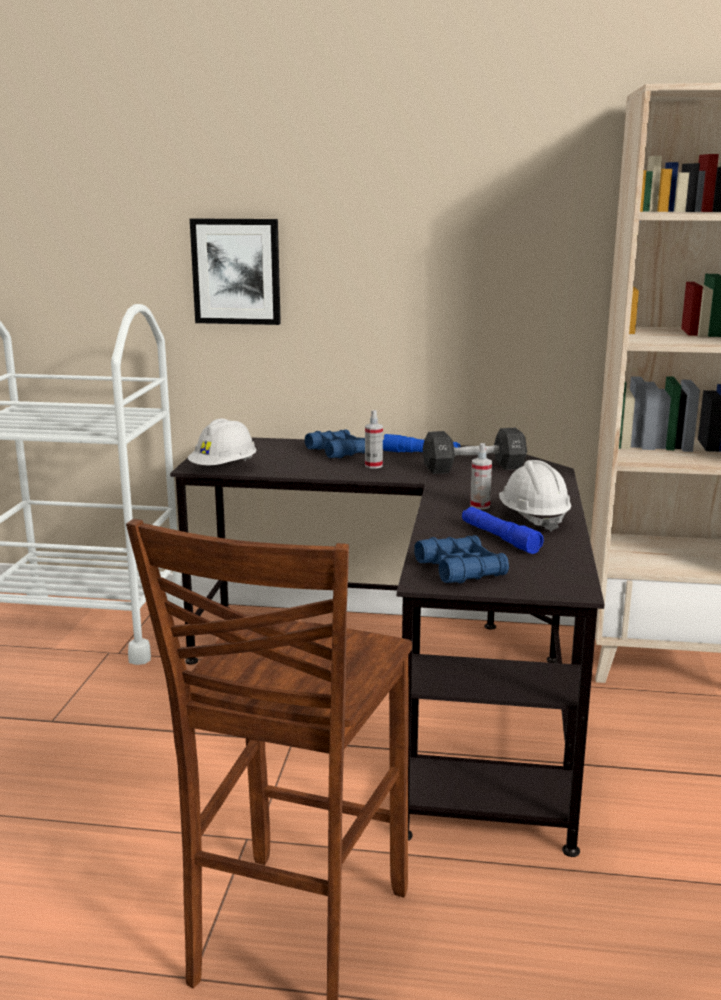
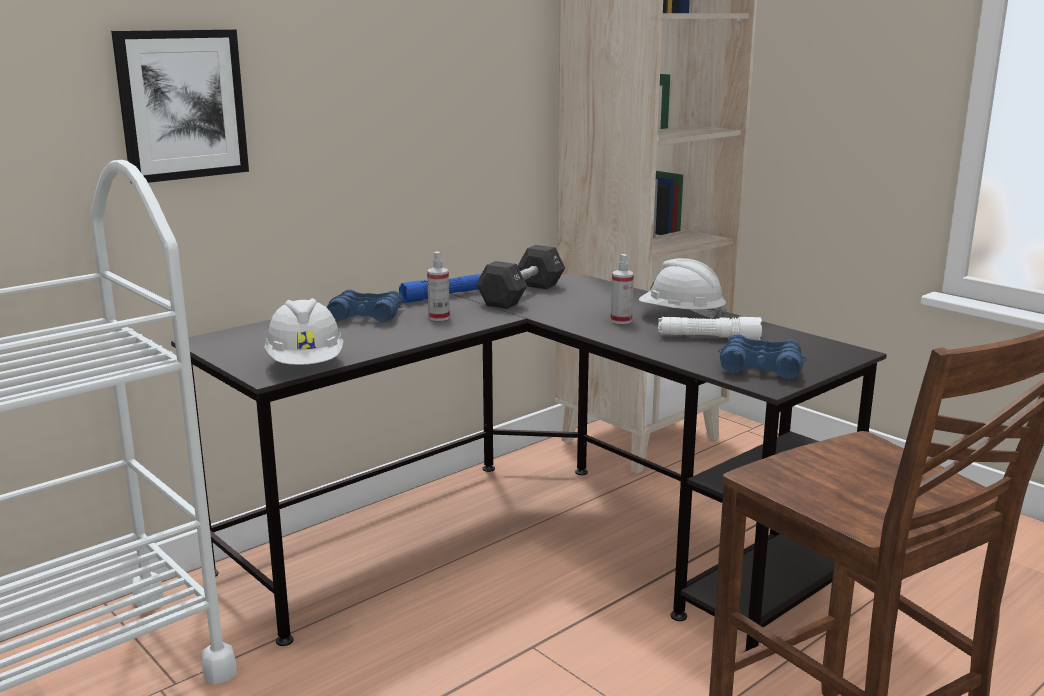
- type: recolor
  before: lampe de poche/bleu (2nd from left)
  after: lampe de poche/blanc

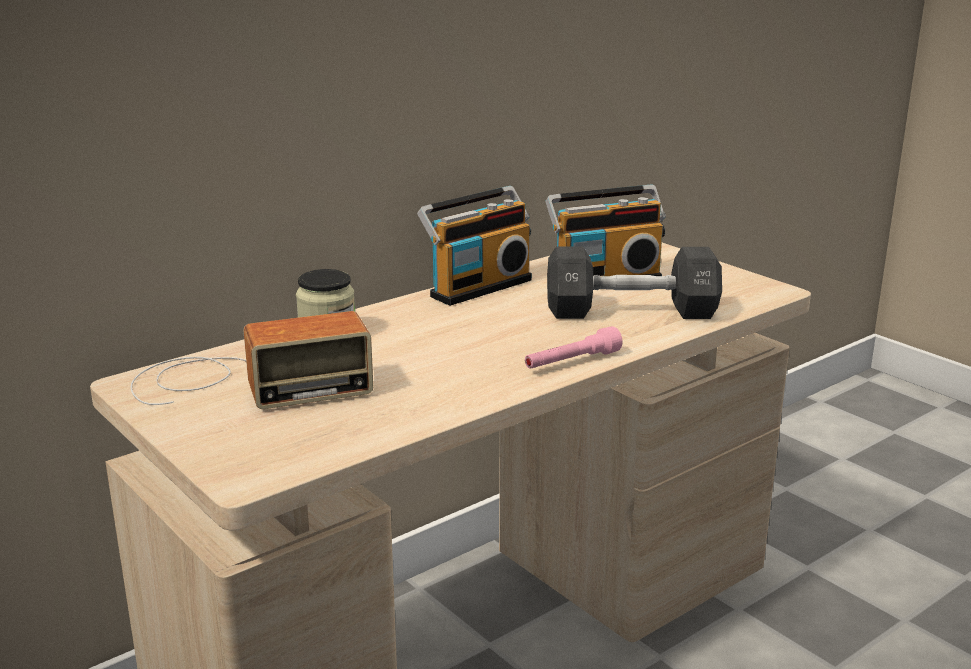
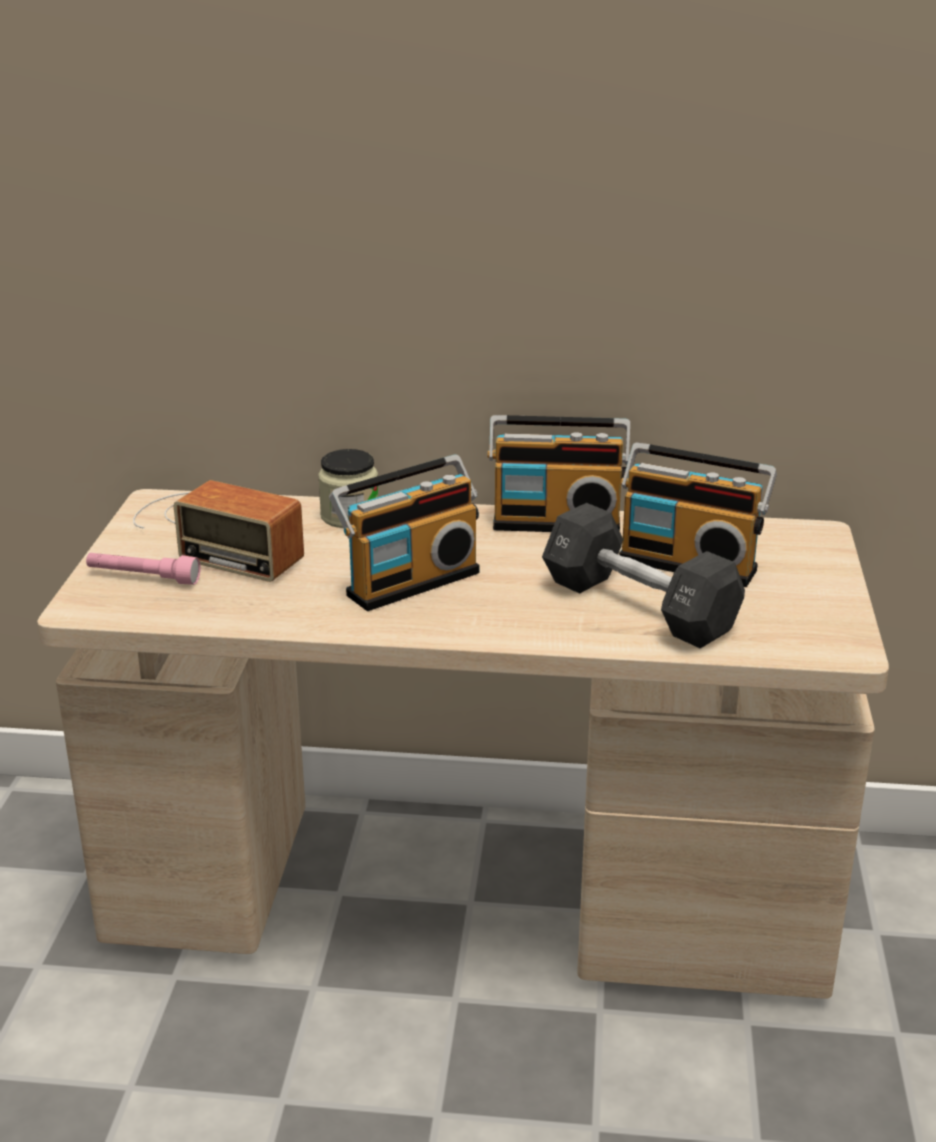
- type: move
  before: lampe de poche/rose
- type: insert
  after: radio (2nd from left)

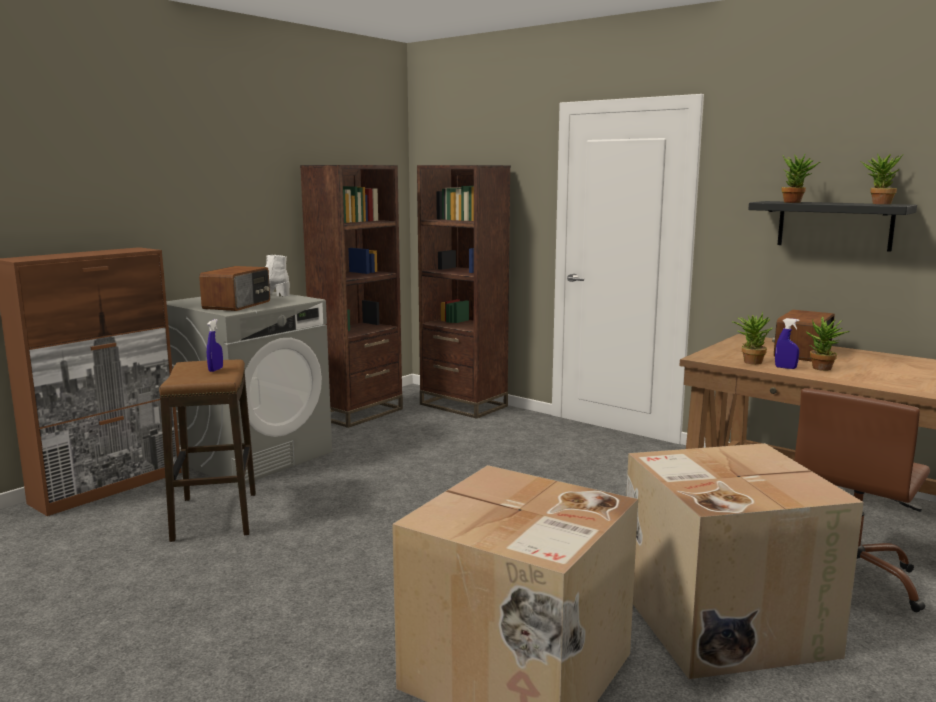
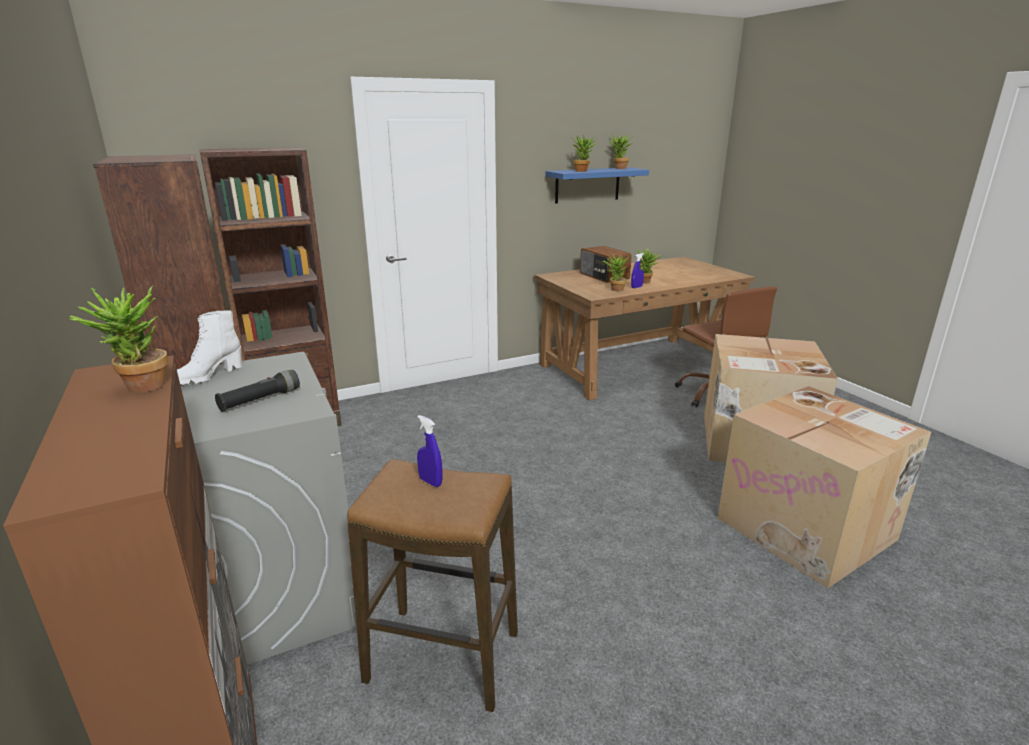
- type: insert
  after: plante en pot (1st from left)
- type: replace
  before: radio (1st from left)
  after: lampe de poche/noir
- type: recolor
  before: étagère/noir
  after: étagère/bleu

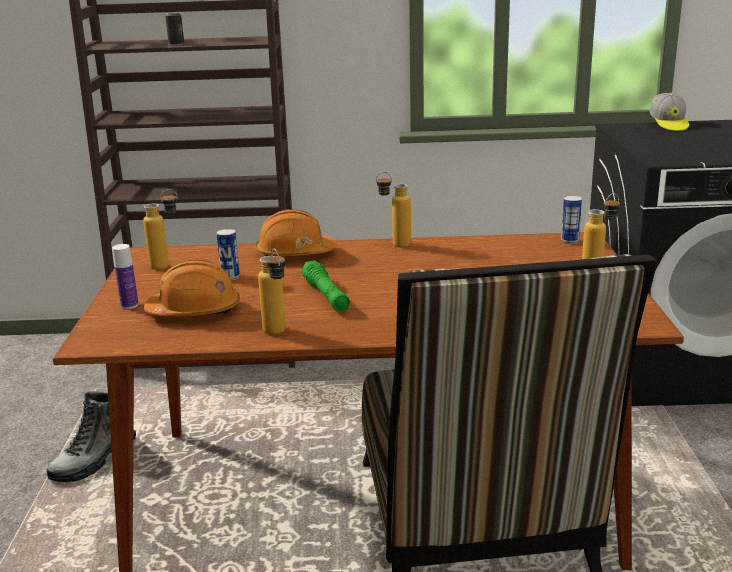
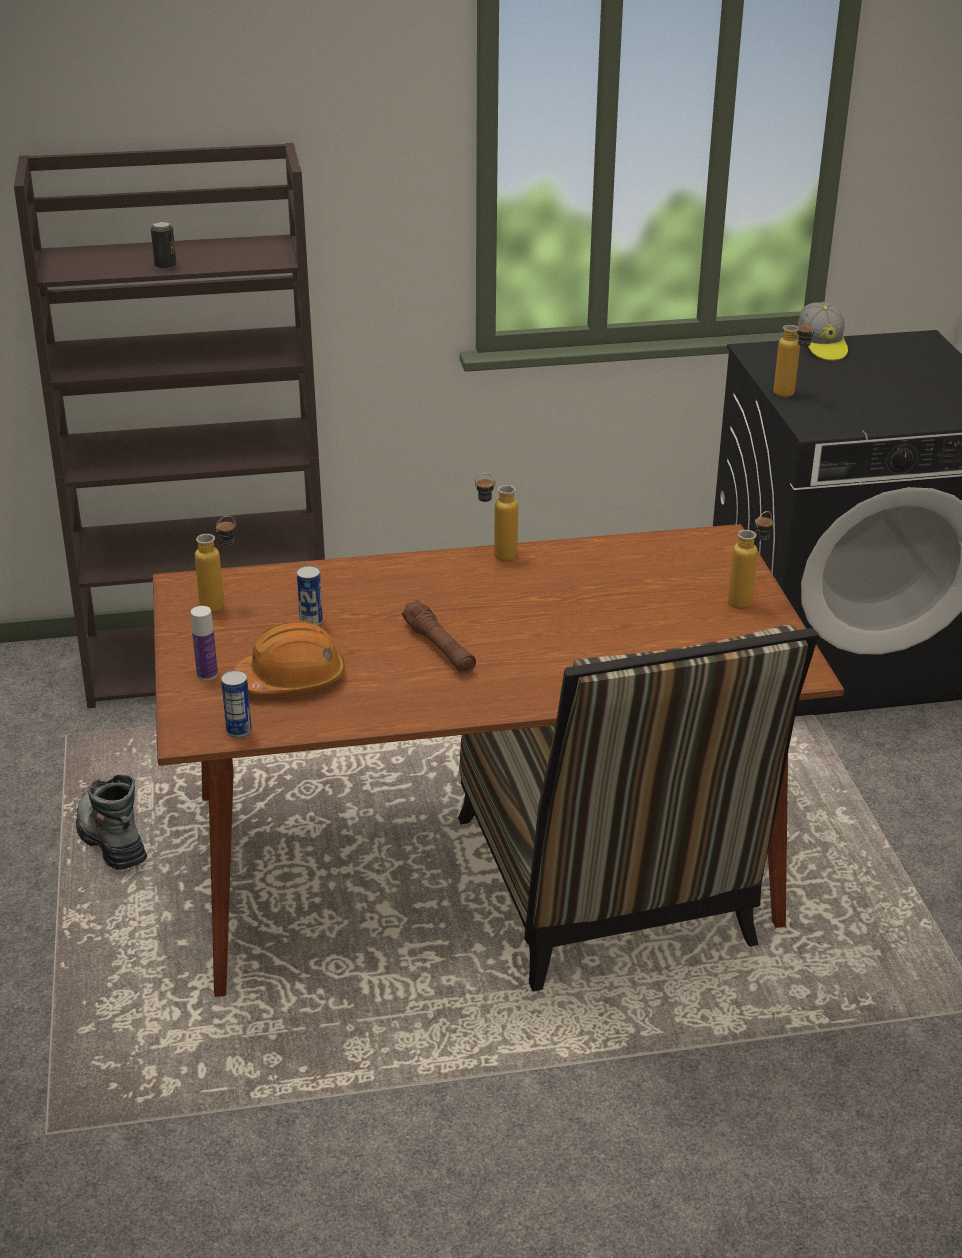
- type: rotate
  before: botte
  turn: 120
- type: move
  before: boîte métallique (3rd from left in the first image)
  after: boîte métallique (2nd from left)
- type: recolor
  before: lampe de poche/vert
  after: lampe de poche/marron
- type: move
  before: bouteille (3rd from left in the first image)
  after: bouteille (5th from left)
- type: delete
  before: casque de chantier/orange (2nd from left)

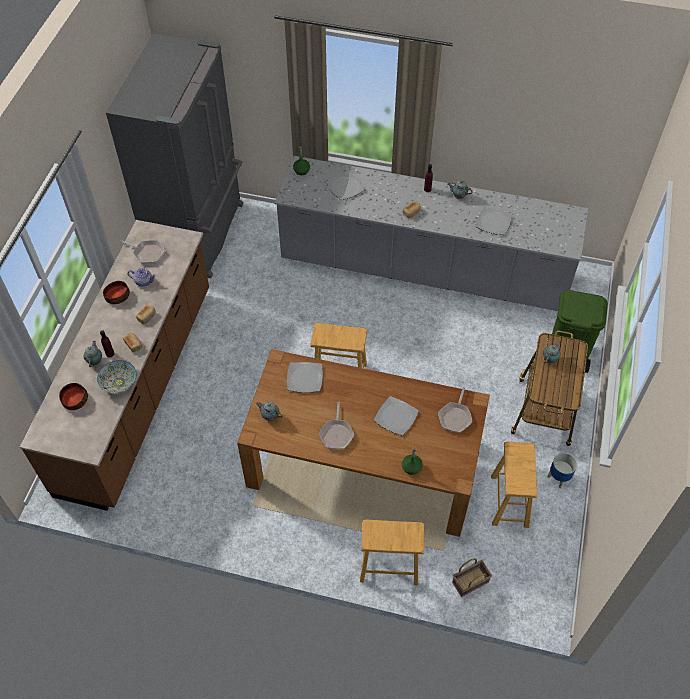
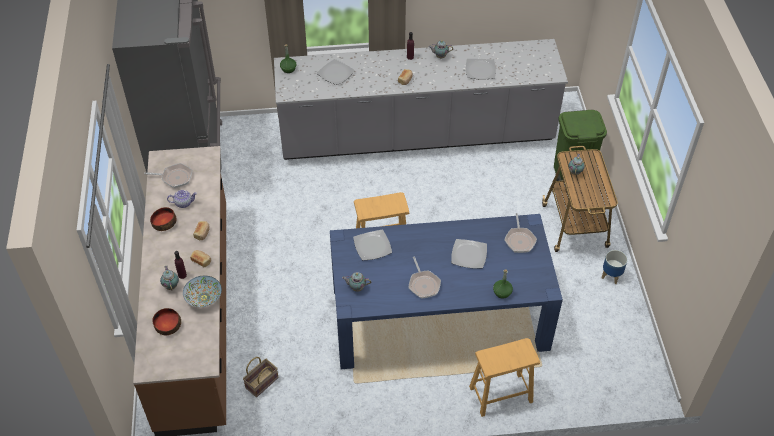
- type: move
  before: panier
- type: recolor
  before: table à manger/marron
  after: table à manger/bleu
- type: delete
  before: tabouret/marron (3rd from left)

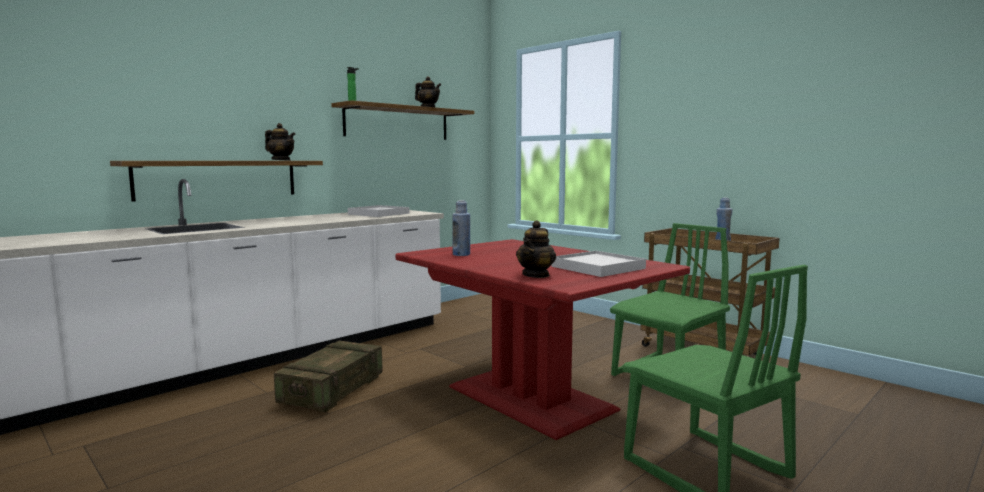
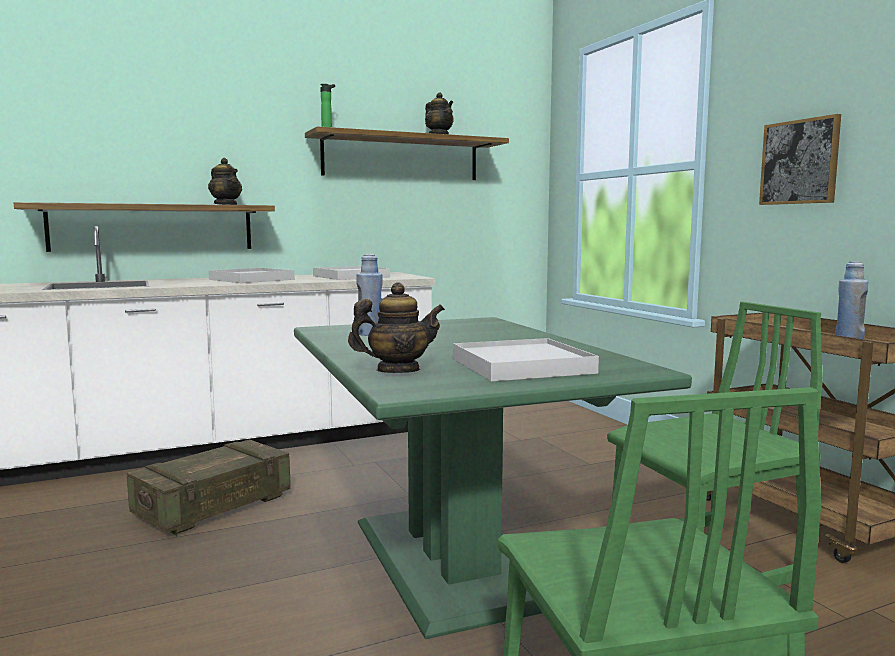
- type: insert
  after: plateau/blanc (1st from left)
- type: recolor
  before: table à manger/rouge
  after: table à manger/vert
- type: rotate
  before: théière (3rd from left in the first image)
  turn: -150
- type: insert
  after: tableau

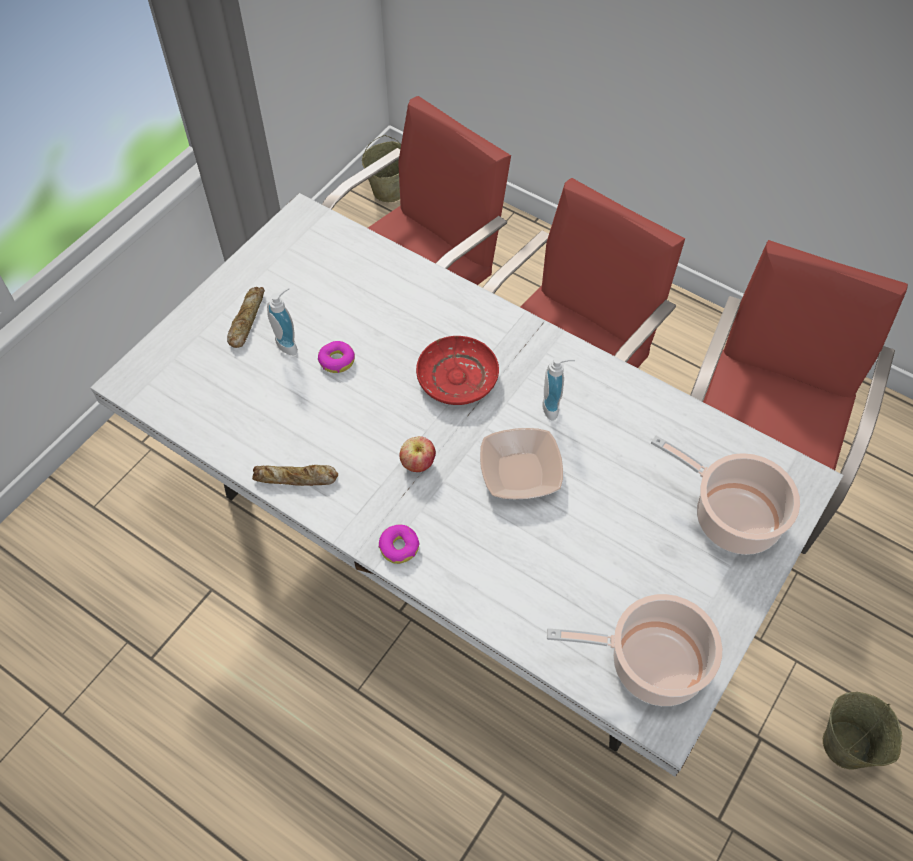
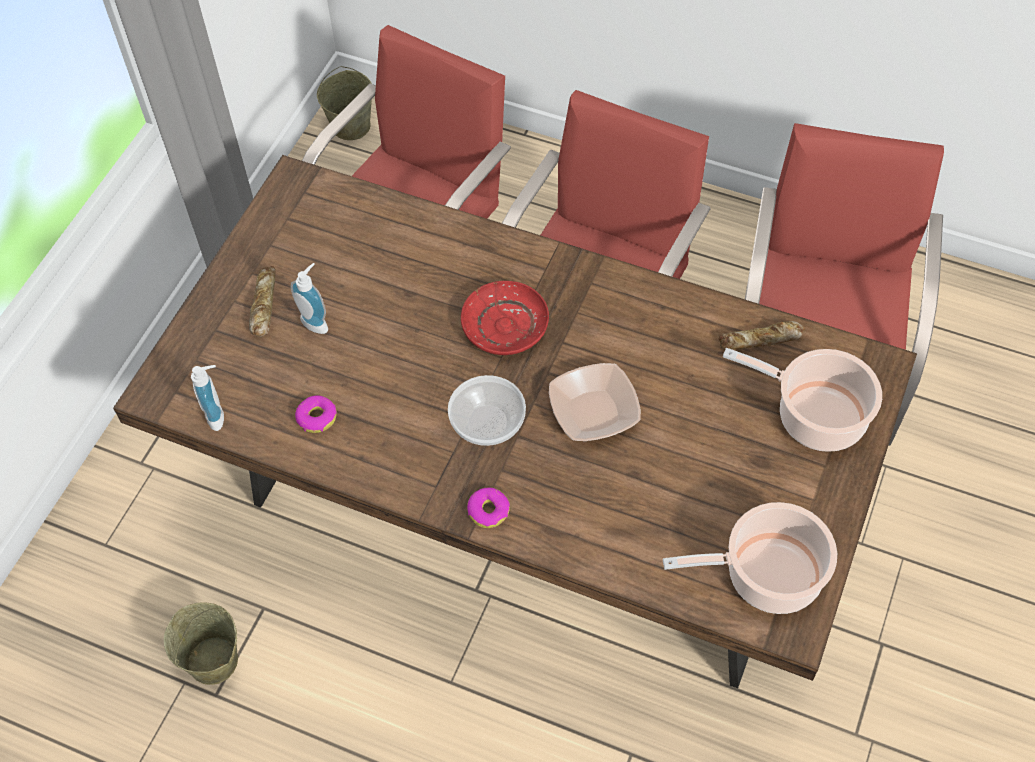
- type: recolor
  before: table à manger/blanc
  after: table à manger/marron
- type: move
  before: seau/beige (2nd from left in the first image)
  after: seau/beige (1st from left)
- type: move
  before: distributeur de savon (2nd from left in the first image)
  after: distributeur de savon (1st from left)
- type: move
  before: beignet (1st from left)
- type: replace
  before: pomme
  after: bol (1st from left)
- type: move
  before: pain (2nd from left)

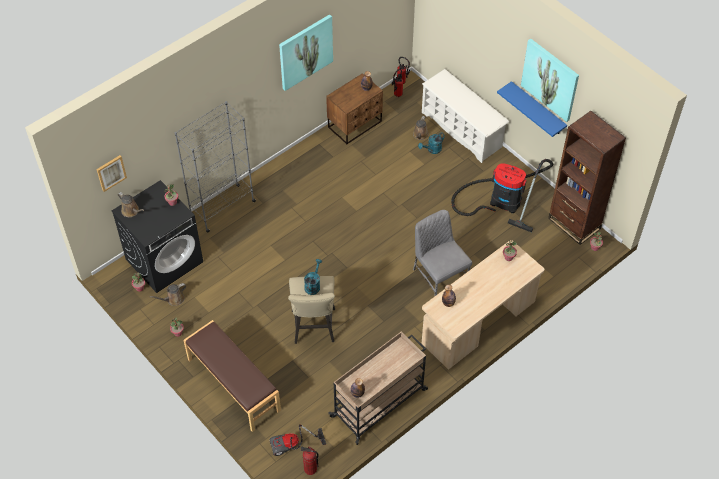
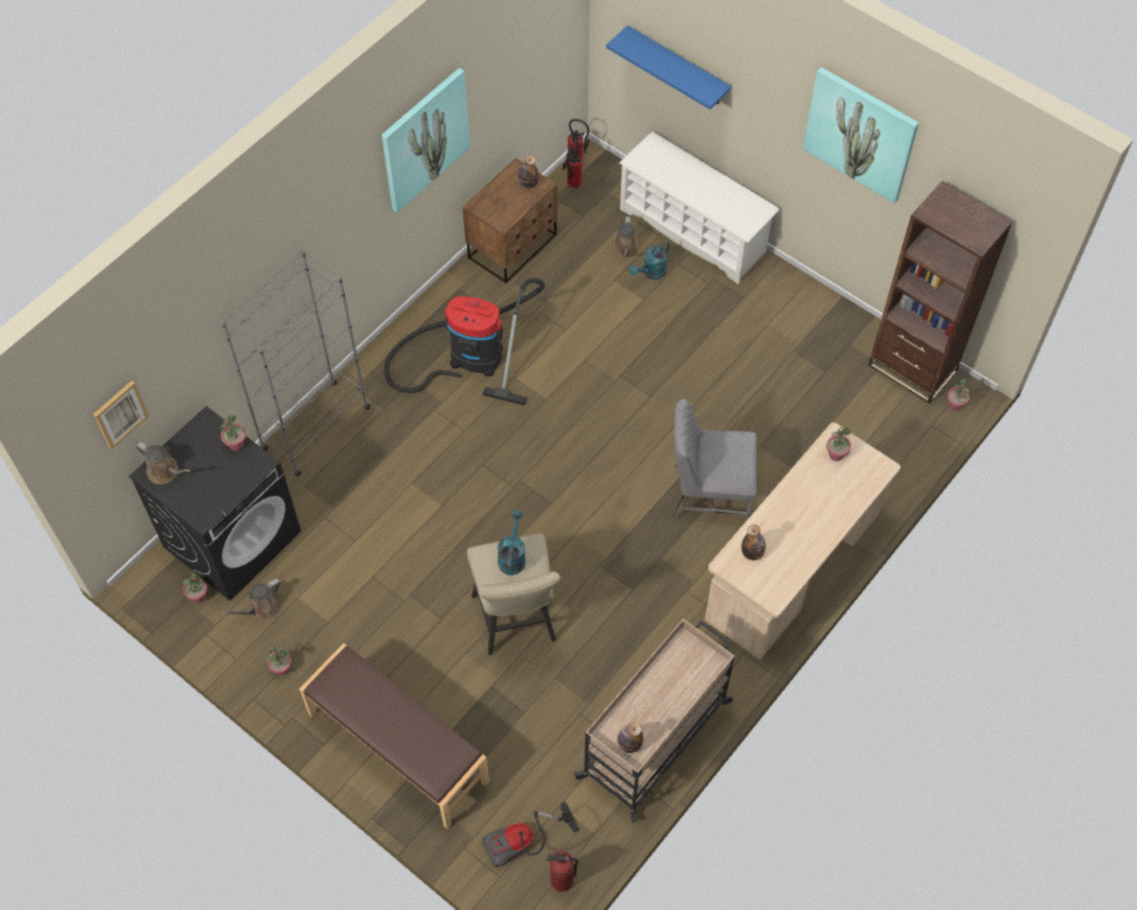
- type: move
  before: aspirateur (2nd from left in the first image)
  after: aspirateur (1st from left)
- type: move
  before: étagère/bleu
- type: rotate
  before: chaise/gris
  turn: -45

